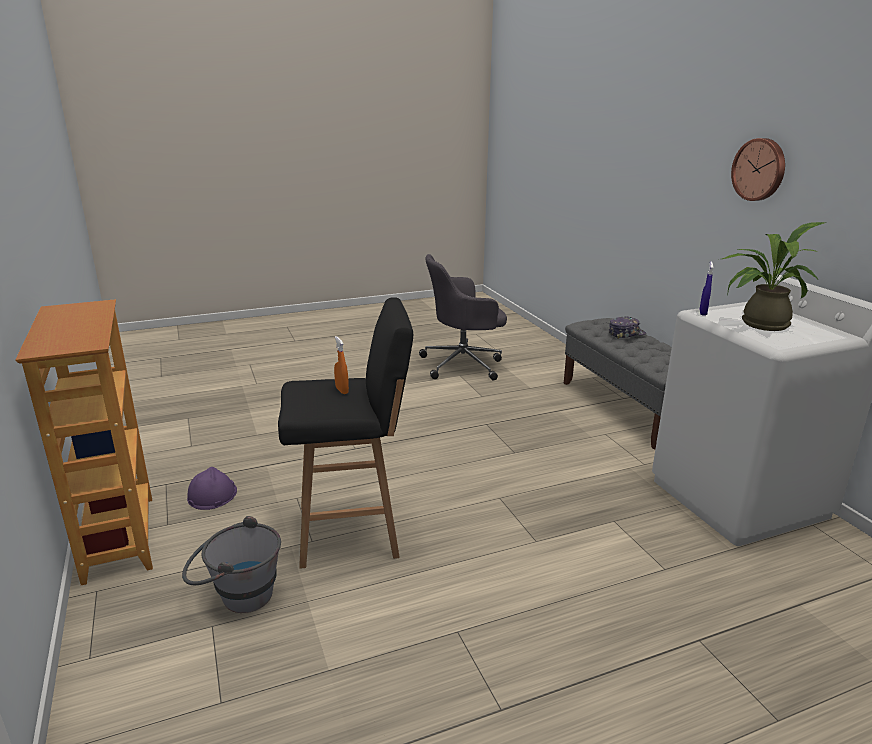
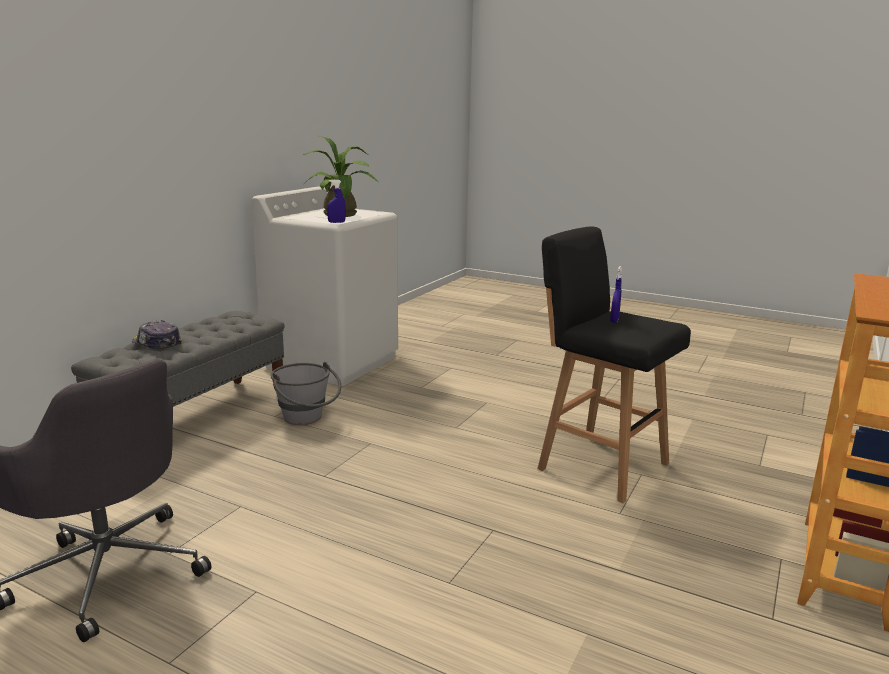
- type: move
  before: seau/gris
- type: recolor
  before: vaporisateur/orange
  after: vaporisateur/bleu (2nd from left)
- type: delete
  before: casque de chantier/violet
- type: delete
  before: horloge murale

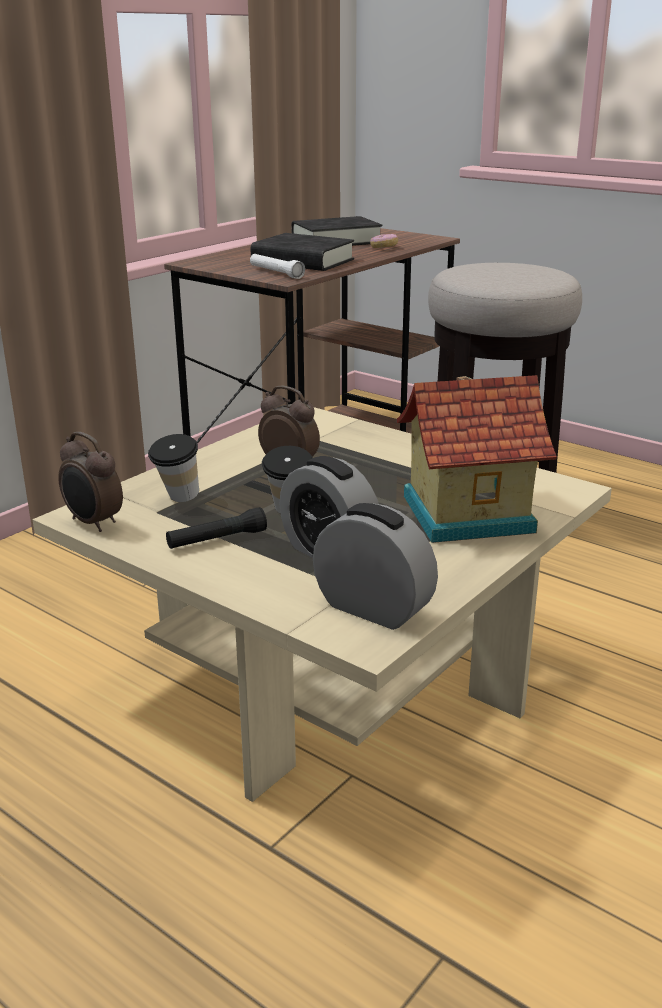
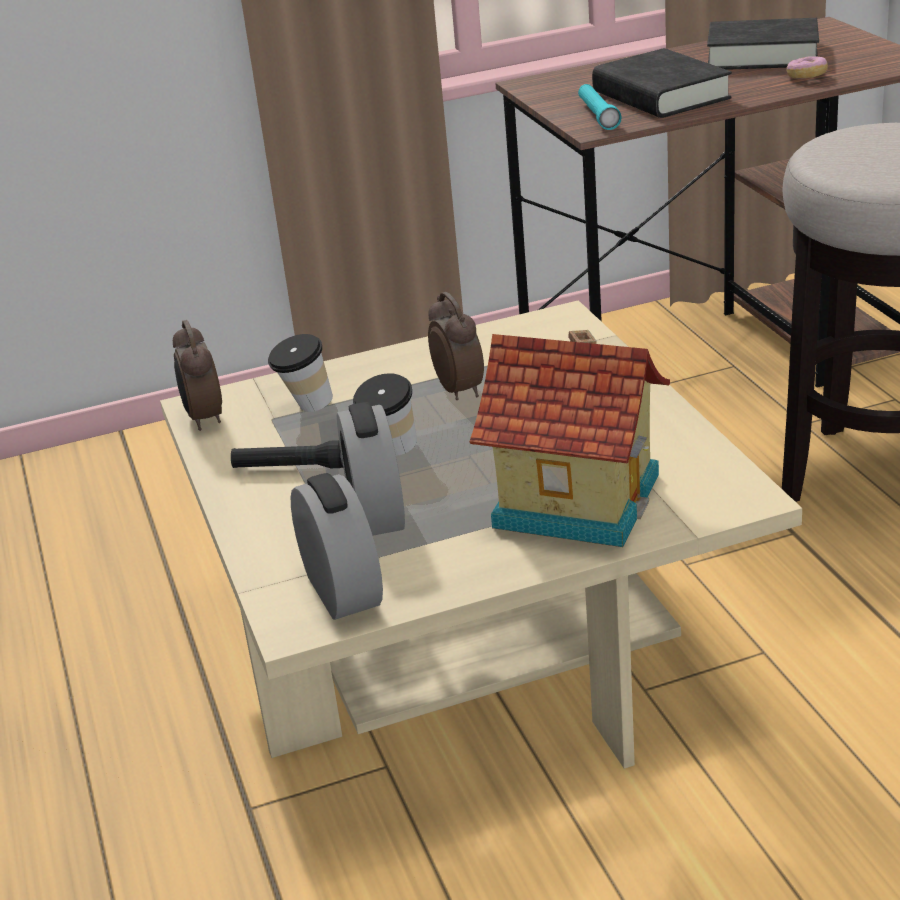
- type: recolor
  before: lampe de poche/blanc
  after: lampe de poche/turquoise

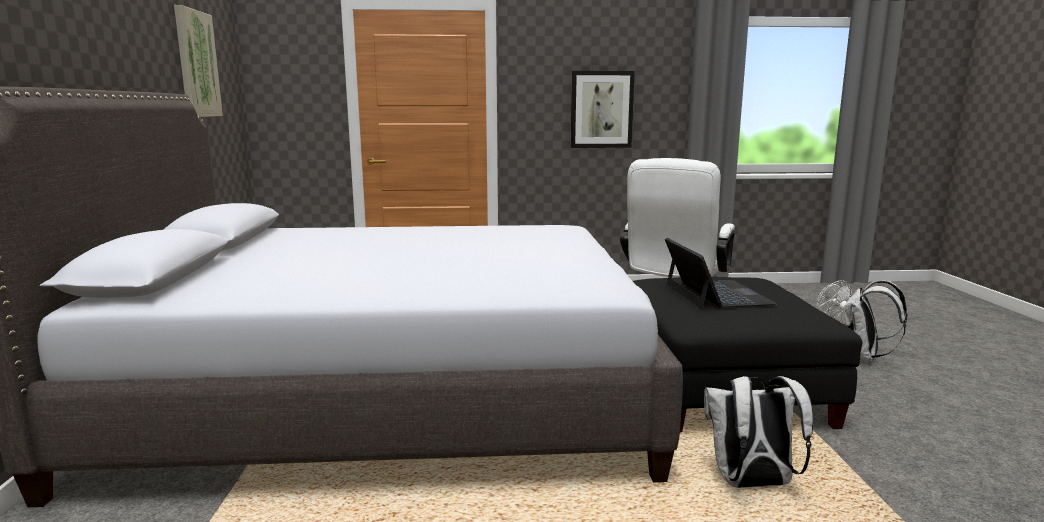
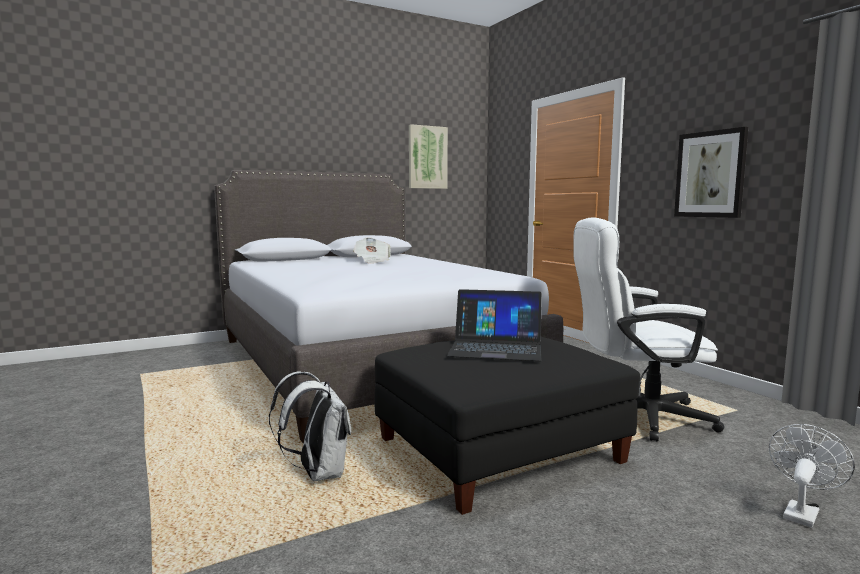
- type: insert
  after: journal
- type: rotate
  before: ordinateur portable
  turn: 45
- type: delete
  before: sac à dos/blanc (2nd from left)

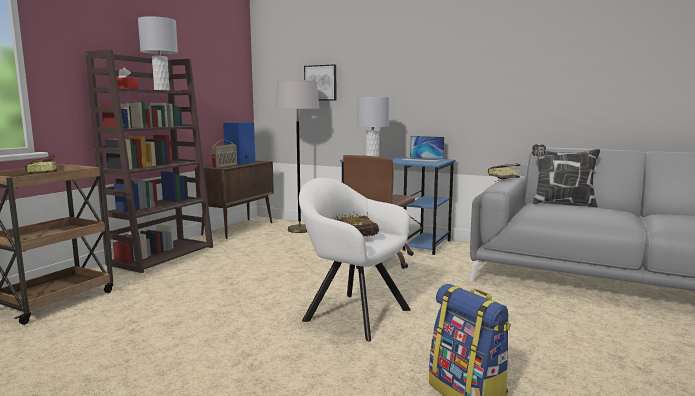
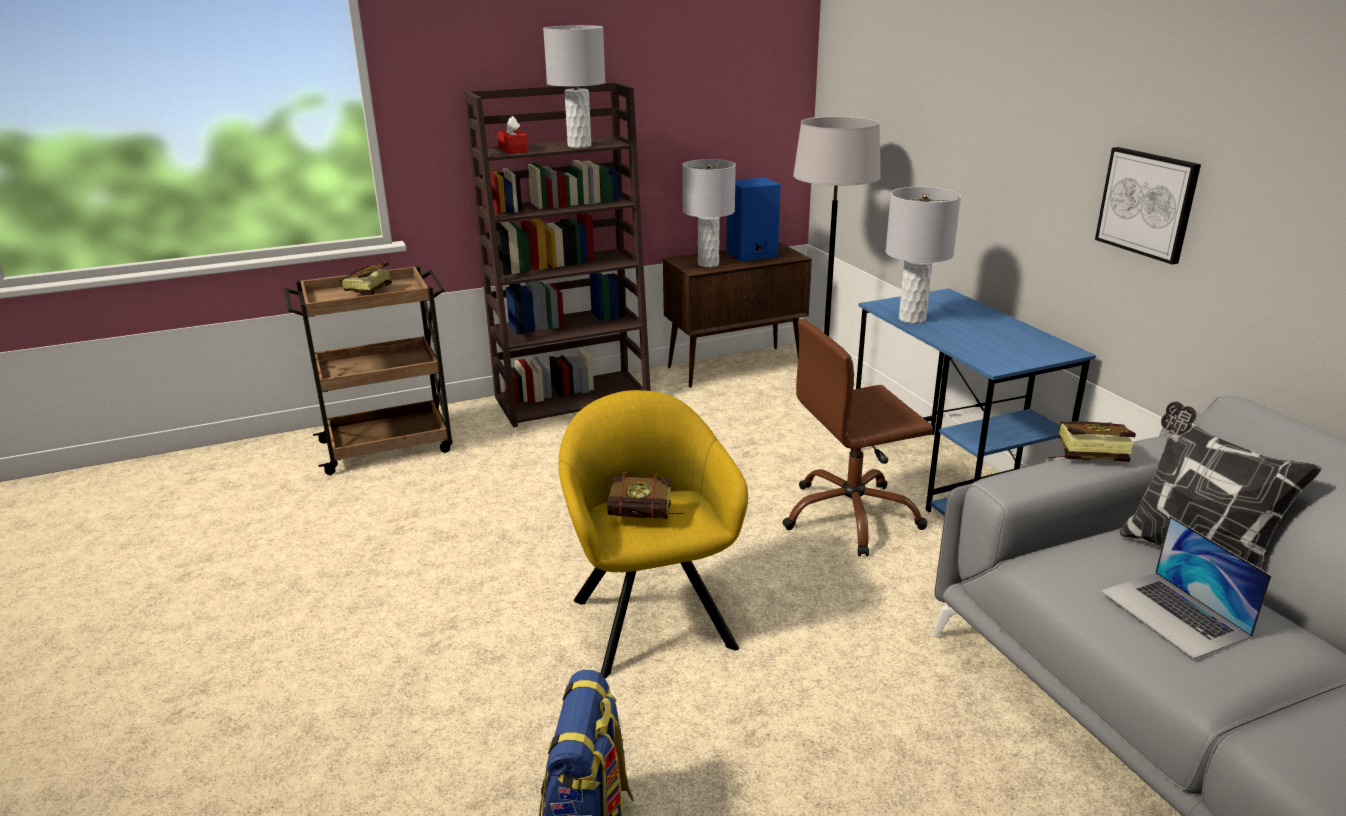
- type: recolor
  before: fauteuil/blanc
  after: fauteuil/jaune
- type: replace
  before: radio
  after: lampe de table/gris (2nd from left)
- type: move
  before: tableau
- type: move
  before: ordinateur portable

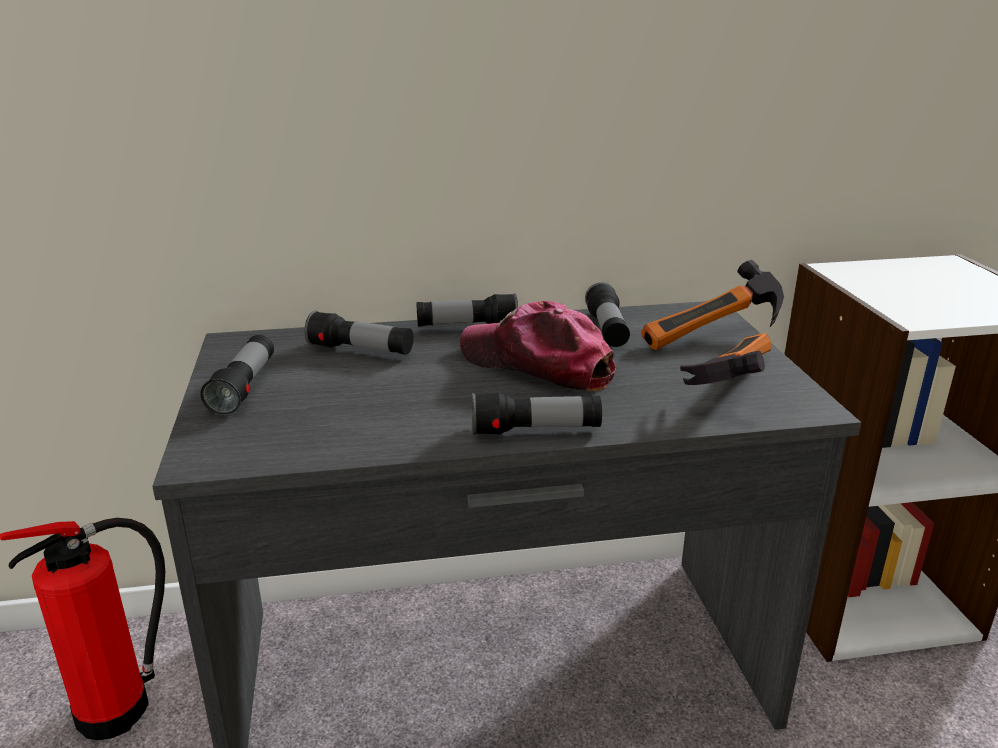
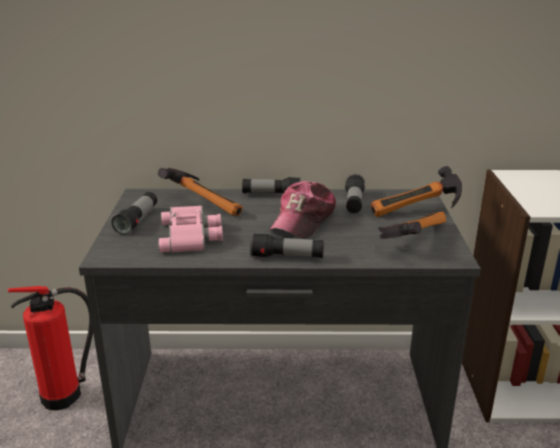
- type: replace
  before: lampe de poche (2nd from left)
  after: marteau (1st from left)
- type: insert
  after: jumelles/rose
- type: rotate
  before: casquette
  turn: -105

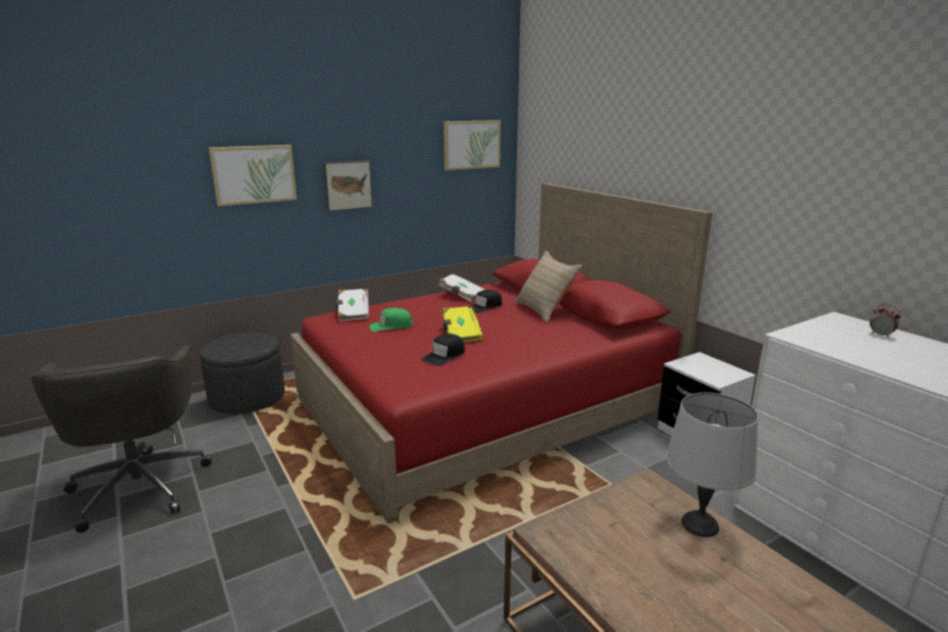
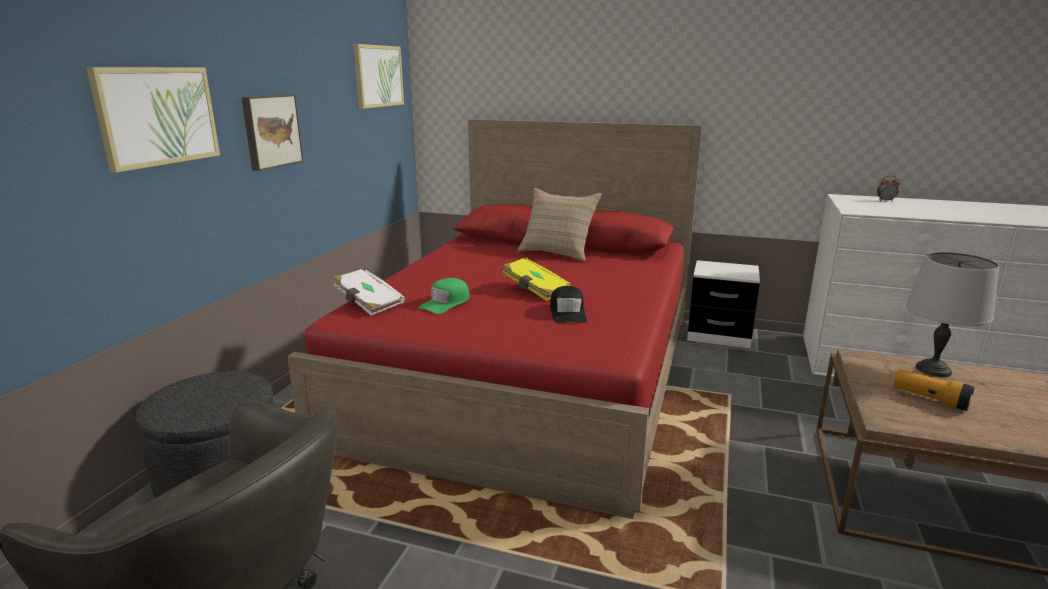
- type: insert
  after: lampe de poche
- type: delete
  before: livre/blanc (2nd from left)
- type: delete
  before: casquette/noir (2nd from left)

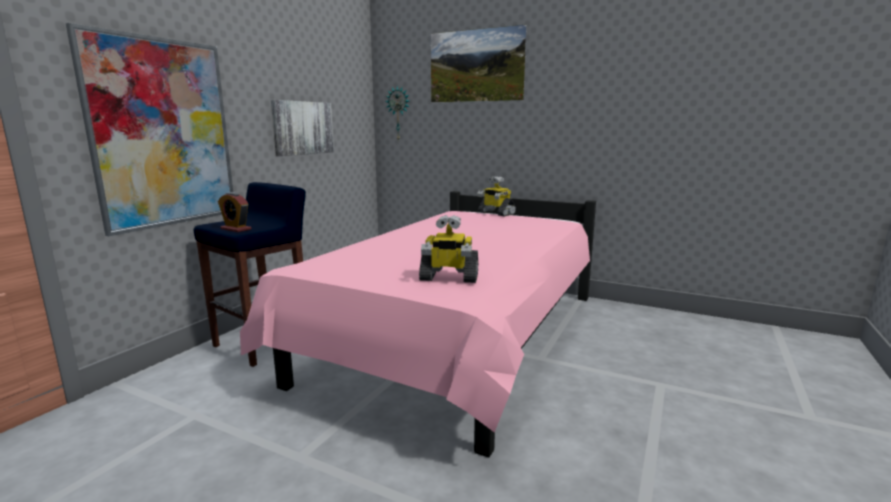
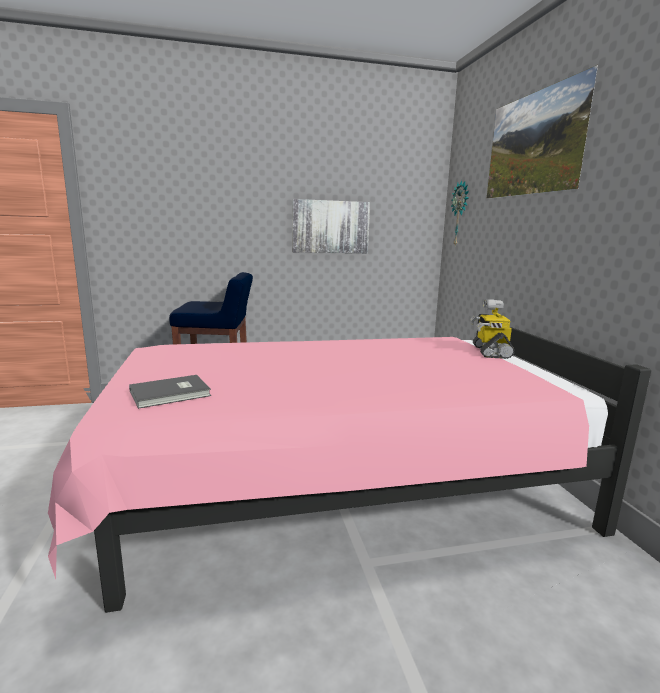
- type: replace
  before: robot jouet (1st from left)
  after: livre/gris
- type: delete
  before: tableau (1st from left)
- type: delete
  before: réveil

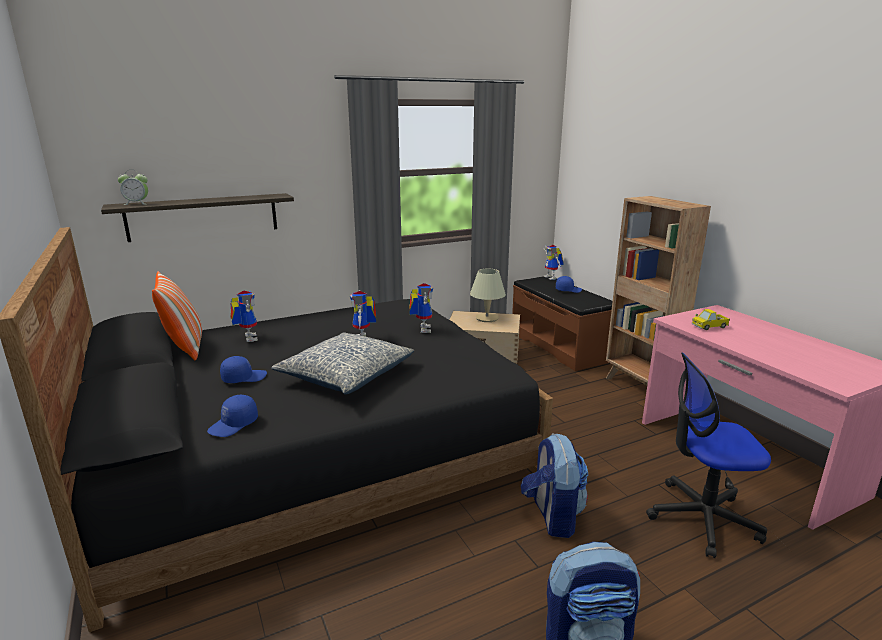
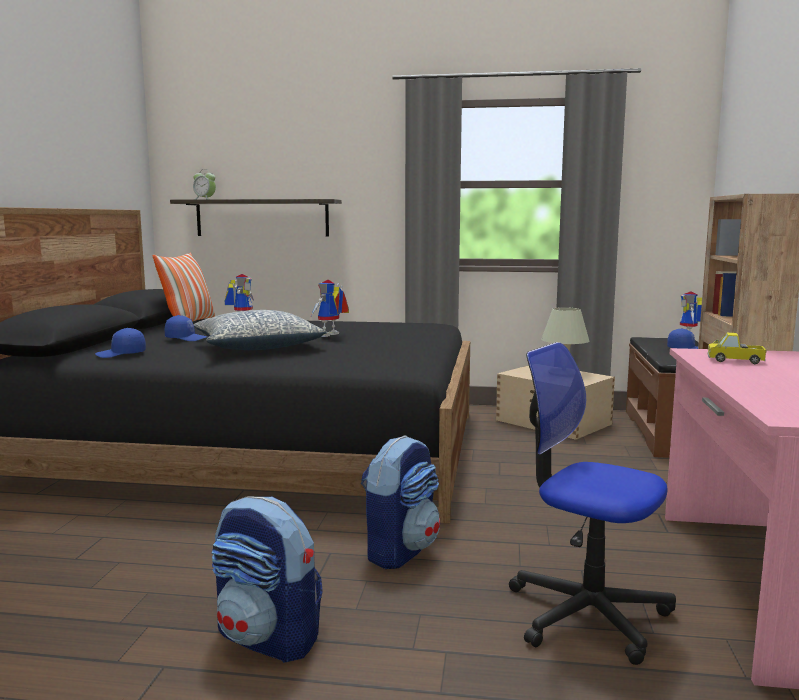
- type: delete
  before: robot jouet (3rd from left)

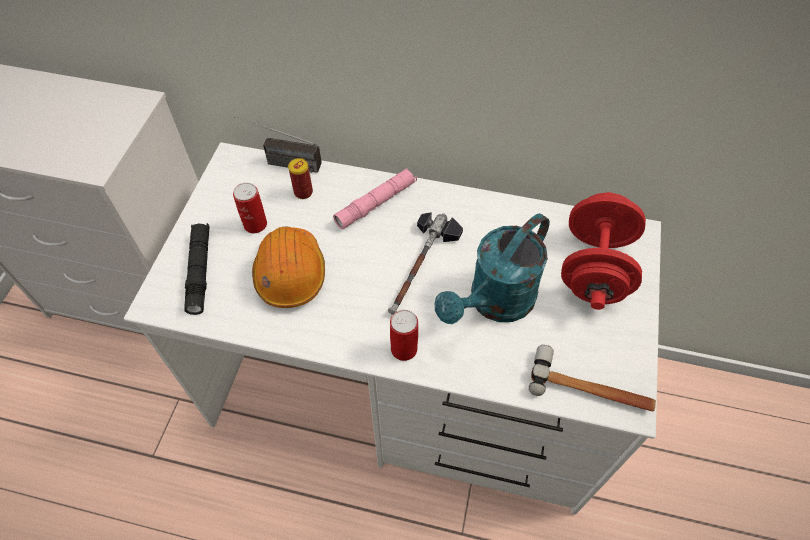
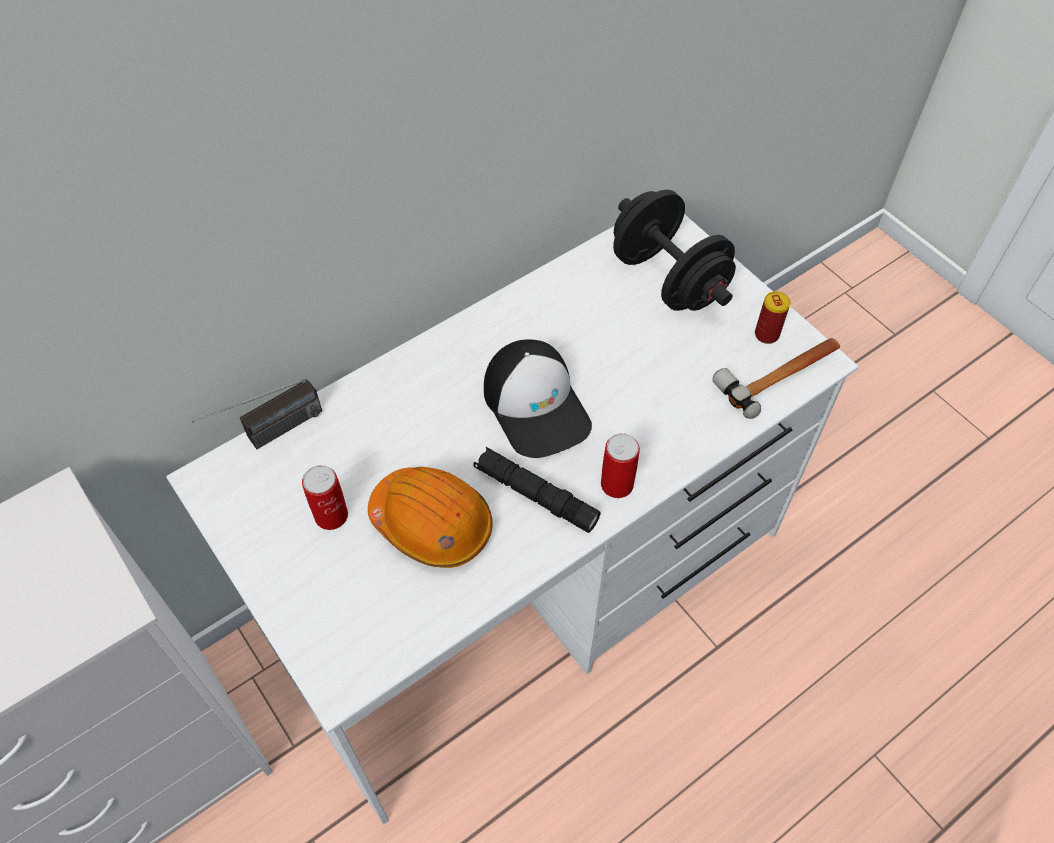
- type: move
  before: lampe de poche/noir
- type: replace
  before: marteau (1st from left)
  after: casquette
- type: recolor
  before: haltère/rouge
  after: haltère/noir
- type: move
  before: boîte métallique (2nd from left in the first image)
  after: boîte métallique (3rd from left)
- type: delete
  before: lampe de poche/rose
- type: delete
  before: arrosoir/turquoise

